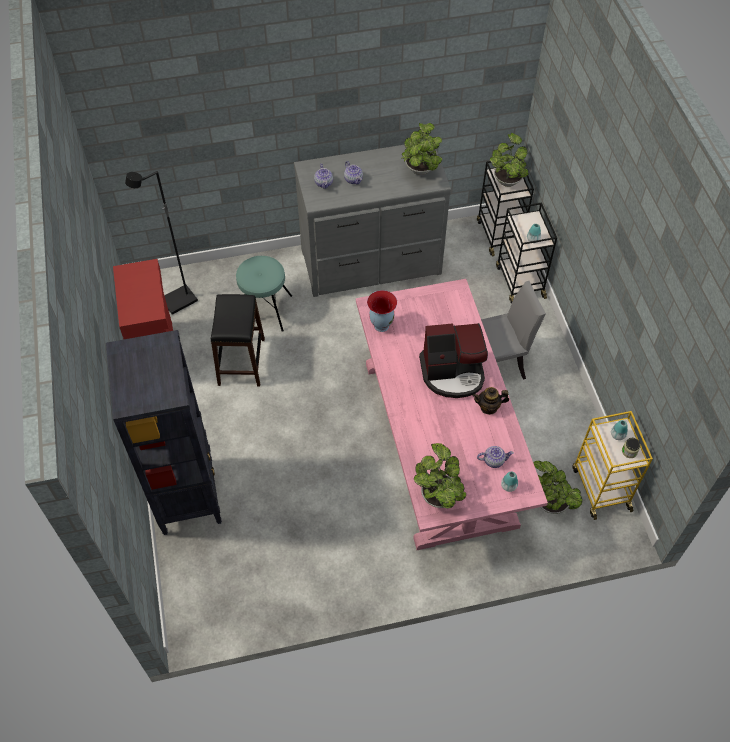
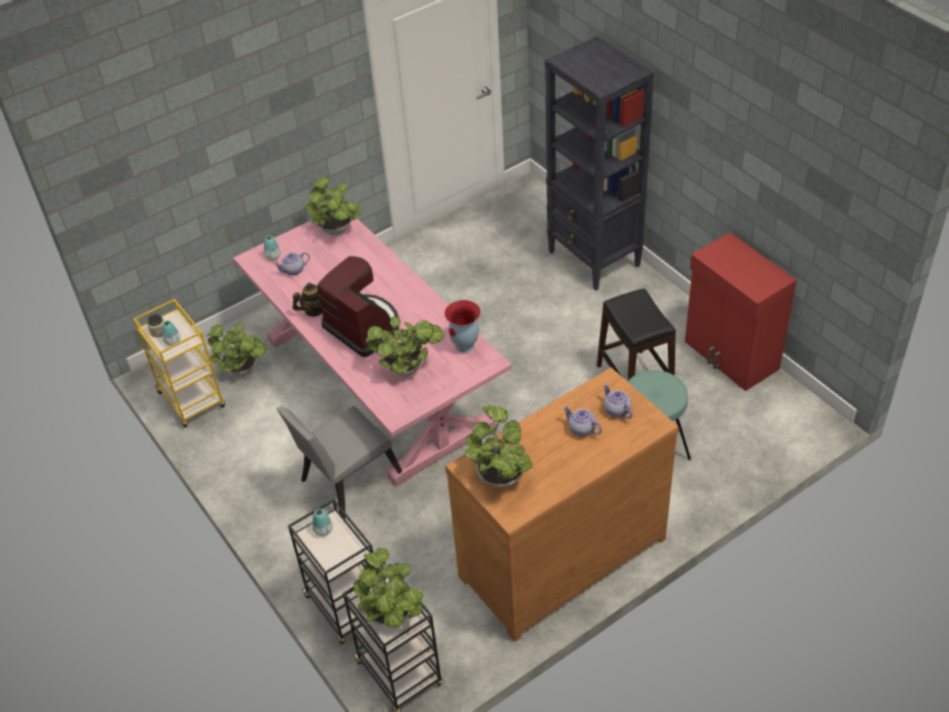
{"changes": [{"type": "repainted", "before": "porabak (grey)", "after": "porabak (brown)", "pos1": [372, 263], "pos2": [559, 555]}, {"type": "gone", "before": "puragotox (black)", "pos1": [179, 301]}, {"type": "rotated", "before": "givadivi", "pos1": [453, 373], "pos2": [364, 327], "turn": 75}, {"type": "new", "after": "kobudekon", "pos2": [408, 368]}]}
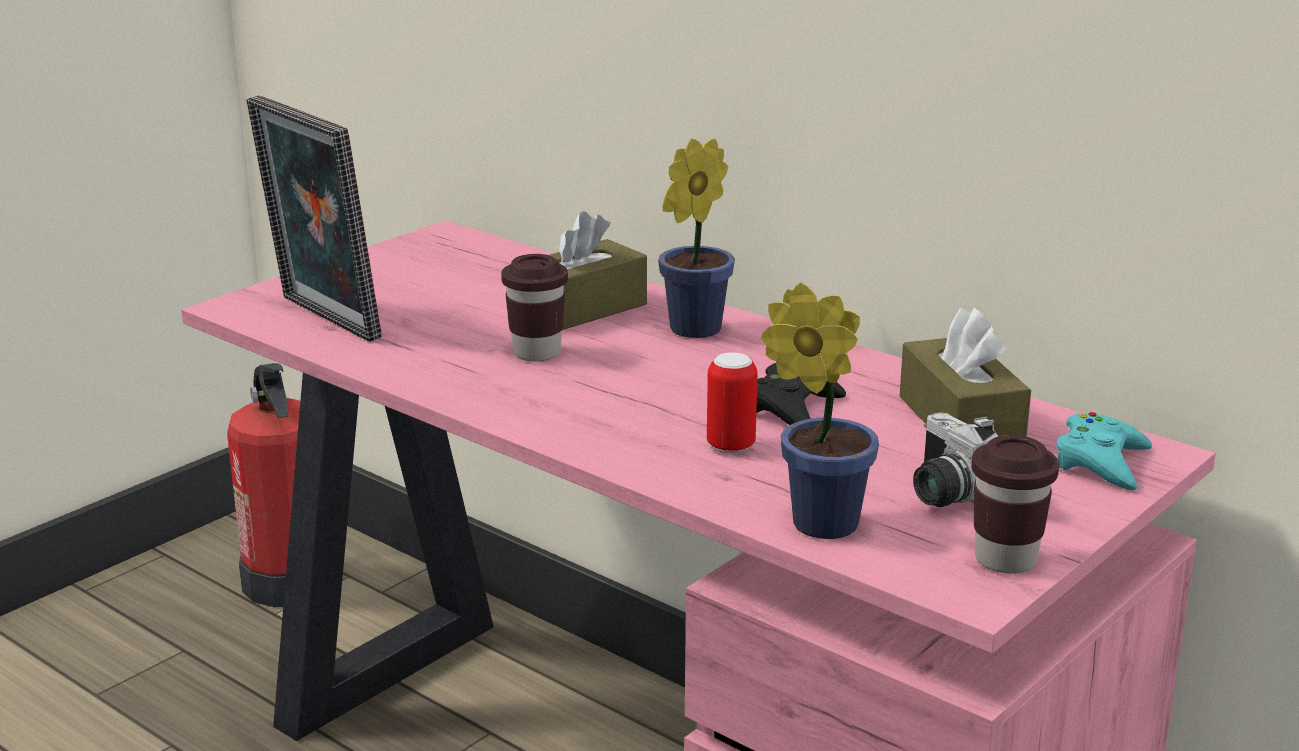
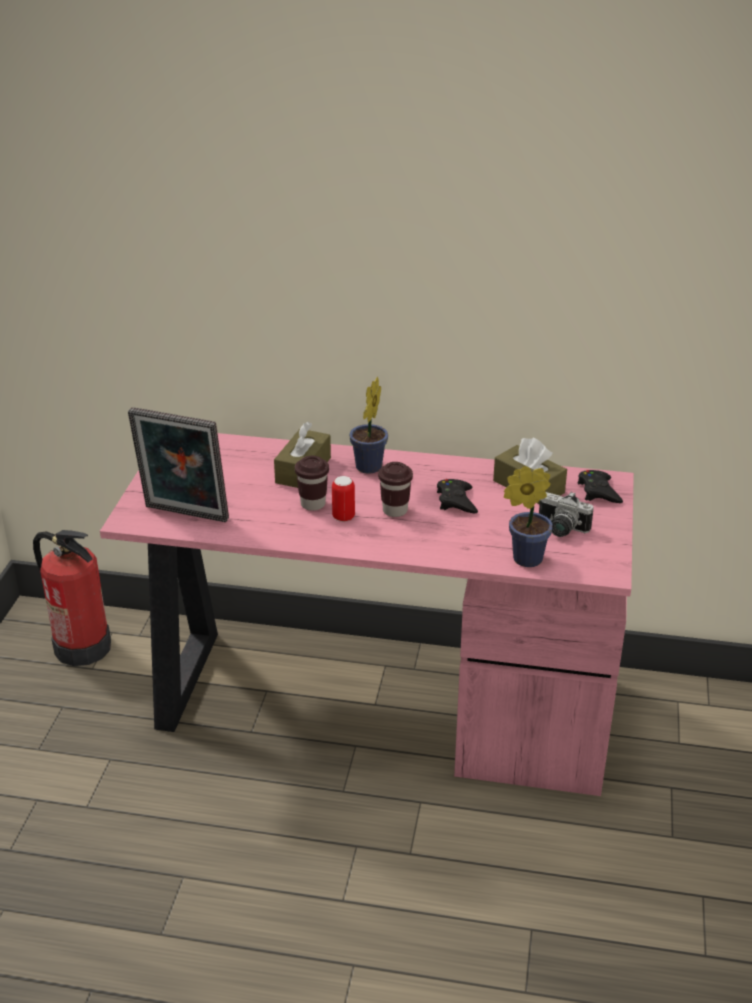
{"changes": [{"type": "shifted", "before": "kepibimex", "pos1": [730, 446], "pos2": [343, 517]}, {"type": "repainted", "before": "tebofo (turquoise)", "after": "tebofo (black)", "pos1": [1101, 462], "pos2": [598, 491]}, {"type": "shifted", "before": "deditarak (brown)", "pos1": [1005, 559], "pos2": [395, 510]}]}
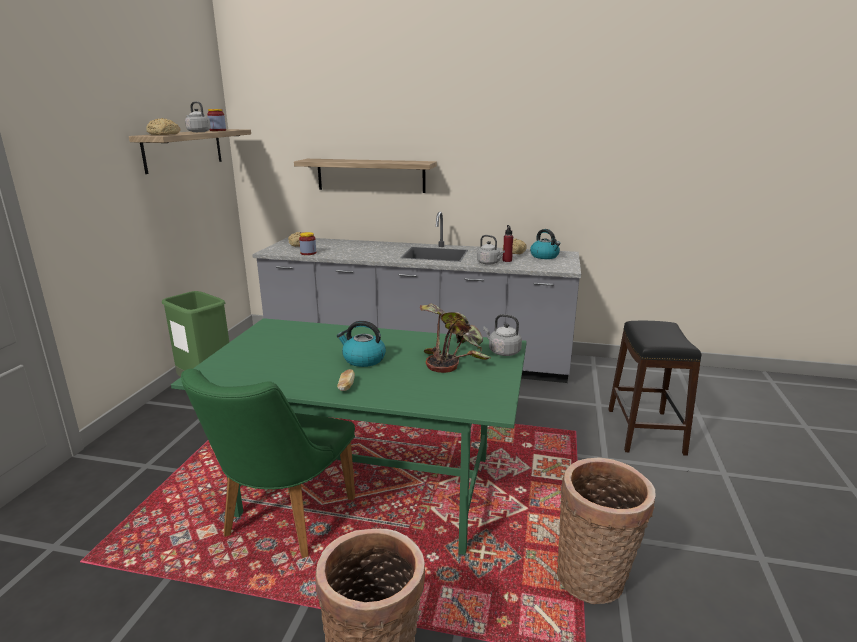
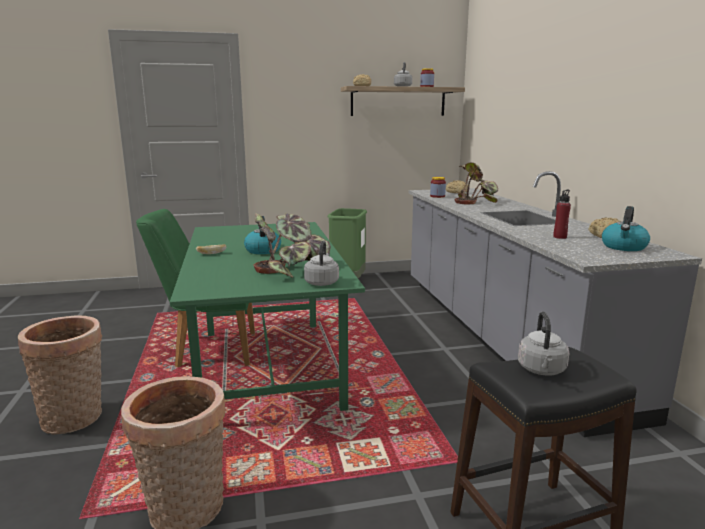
{"changes": [{"type": "gone", "before": "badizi", "pos1": [370, 175]}, {"type": "shifted", "before": "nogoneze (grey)", "pos1": [489, 263], "pos2": [542, 370]}, {"type": "new", "after": "kobudekon", "pos2": [476, 201]}]}
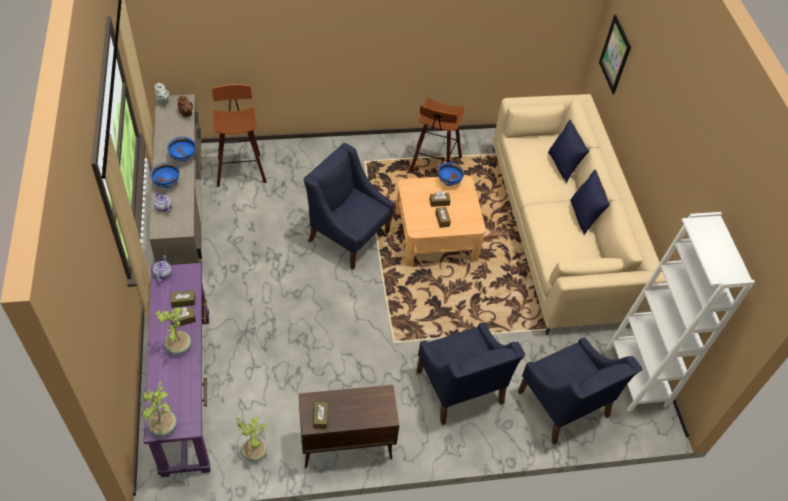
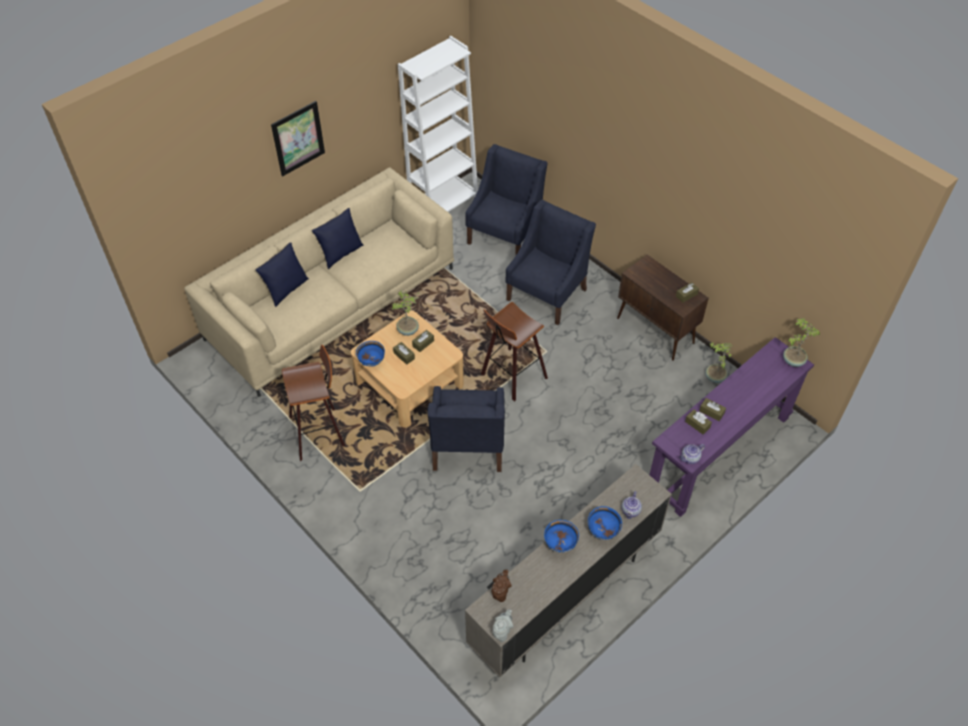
{"changes": [{"type": "shifted", "before": "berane", "pos1": [615, 54], "pos2": [298, 138]}, {"type": "shifted", "before": "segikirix", "pos1": [240, 169], "pos2": [511, 376]}, {"type": "shifted", "before": "kobudekon", "pos1": [178, 347], "pos2": [408, 330]}]}
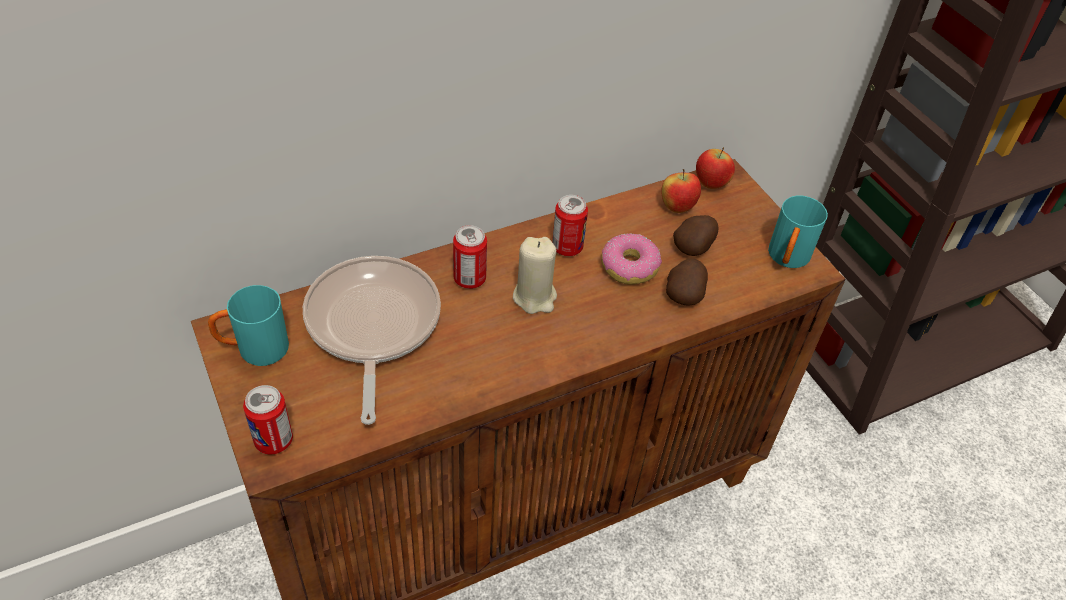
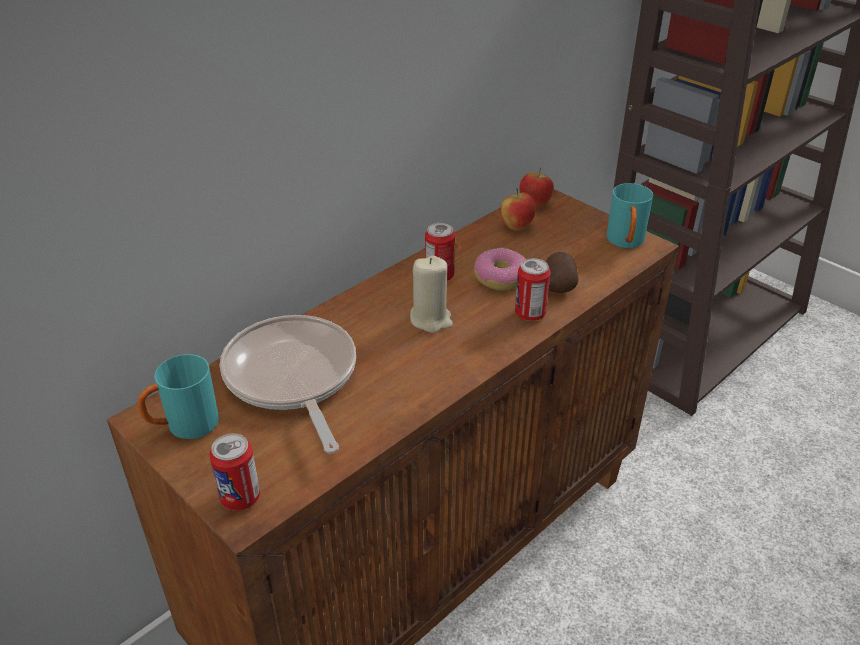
{"changes": [{"type": "gone", "before": "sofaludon", "pos1": [694, 247]}, {"type": "shifted", "before": "kepibimex", "pos1": [469, 279], "pos2": [530, 314]}]}
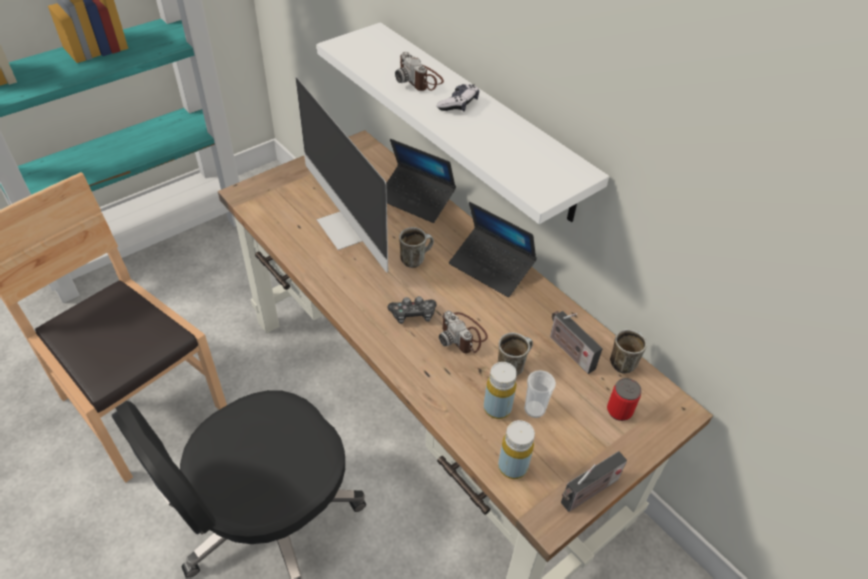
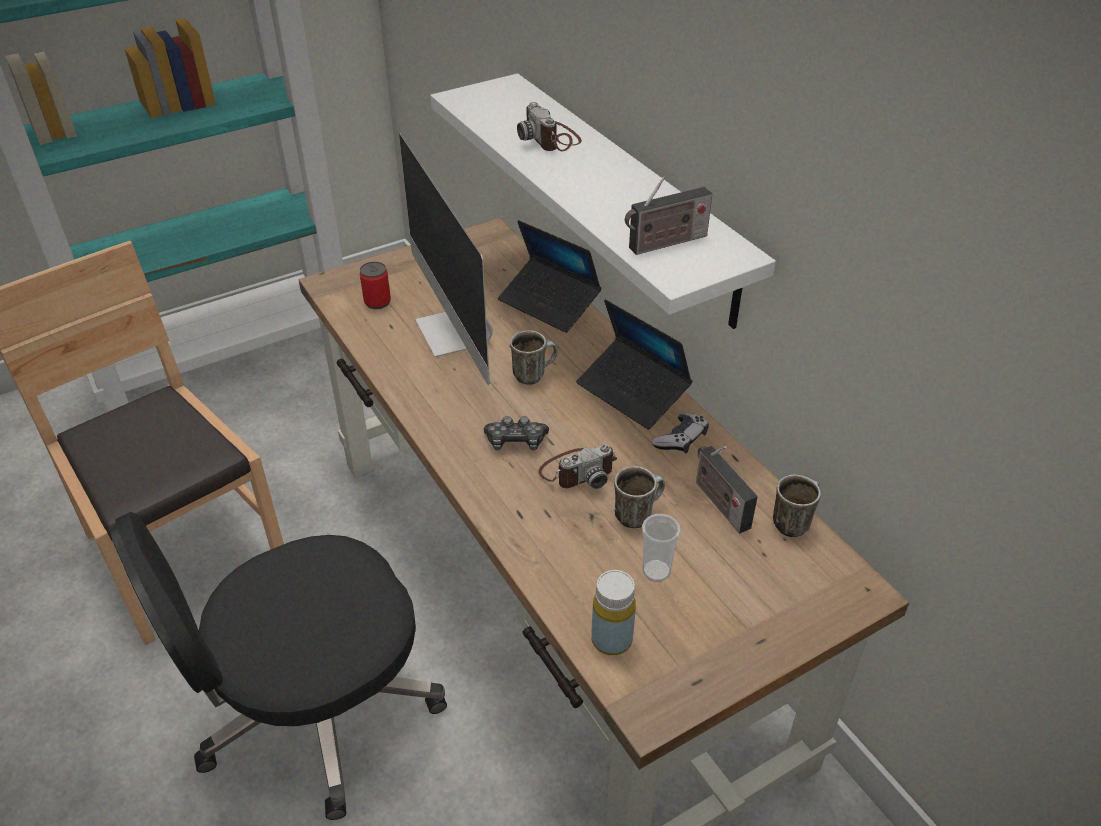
{"changes": [{"type": "shifted", "before": "tebofo", "pos1": [458, 104], "pos2": [681, 439]}, {"type": "rotated", "before": "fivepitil", "pos1": [463, 335], "pos2": [577, 471], "turn": -90}, {"type": "gone", "before": "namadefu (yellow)", "pos1": [497, 408]}, {"type": "shifted", "before": "kepibimex", "pos1": [619, 411], "pos2": [377, 302]}, {"type": "shifted", "before": "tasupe", "pos1": [587, 493], "pos2": [665, 243]}]}
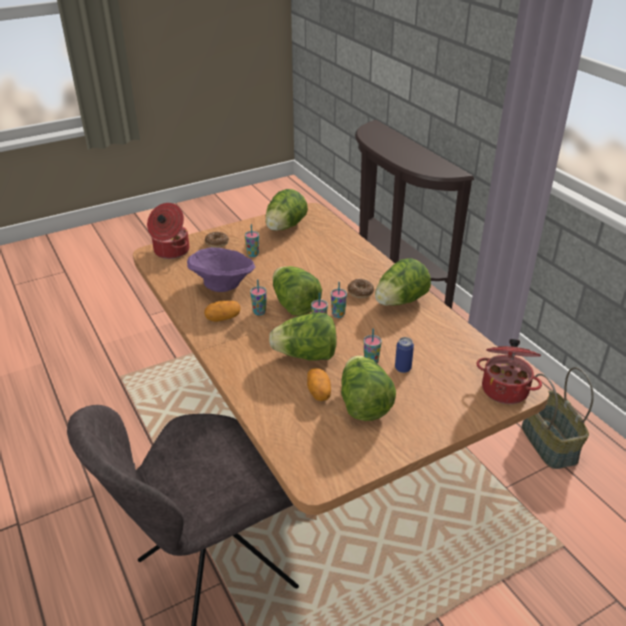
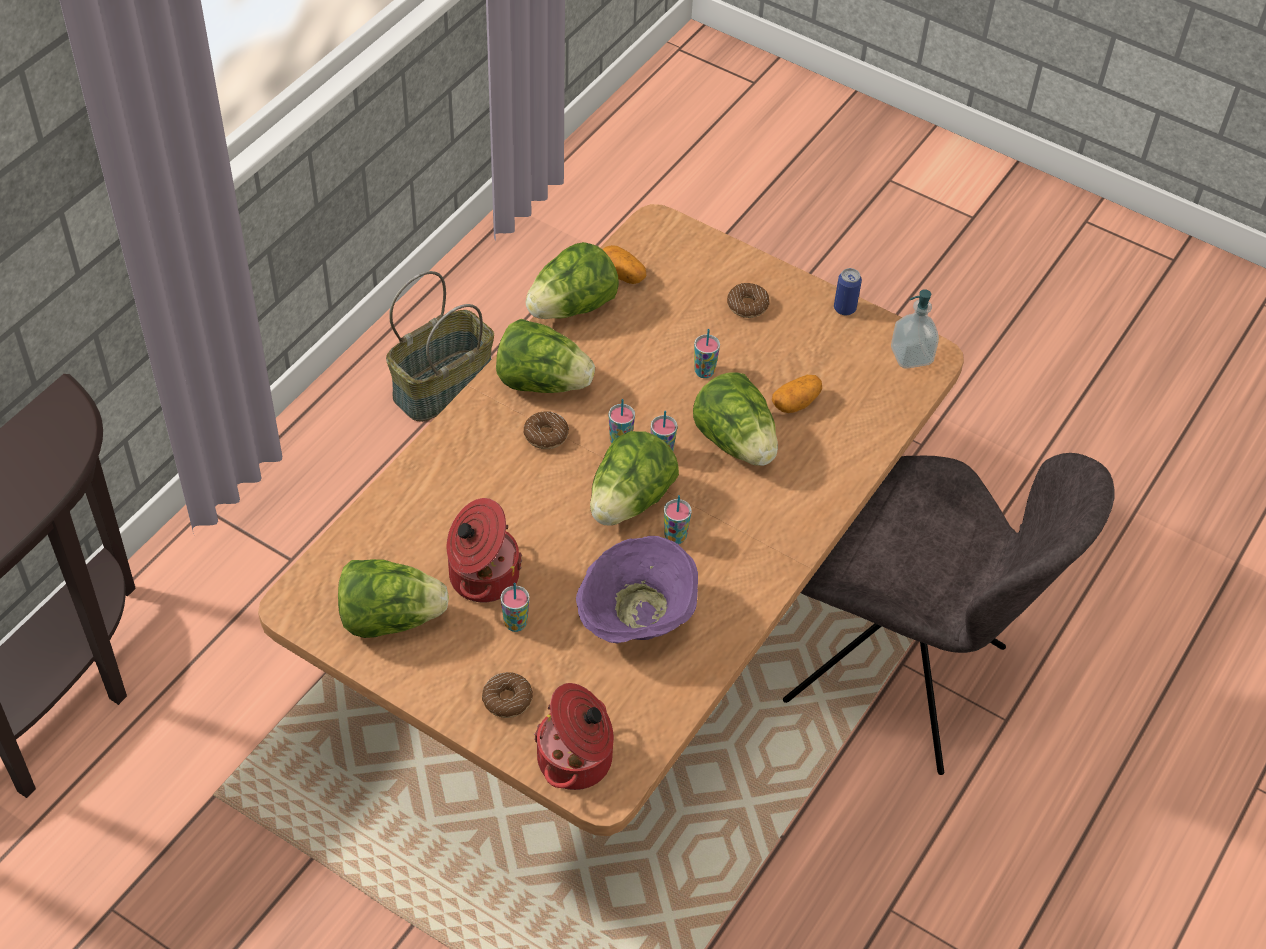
{"changes": [{"type": "shifted", "before": "sofaludon", "pos1": [223, 318], "pos2": [622, 274]}, {"type": "shifted", "before": "kepibimex", "pos1": [403, 368], "pos2": [844, 308]}, {"type": "shifted", "before": "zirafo", "pos1": [505, 389], "pos2": [481, 576]}, {"type": "shifted", "before": "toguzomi", "pos1": [363, 404], "pos2": [572, 308]}, {"type": "new", "after": "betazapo", "pos2": [747, 305]}, {"type": "new", "after": "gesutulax", "pos2": [911, 356]}]}
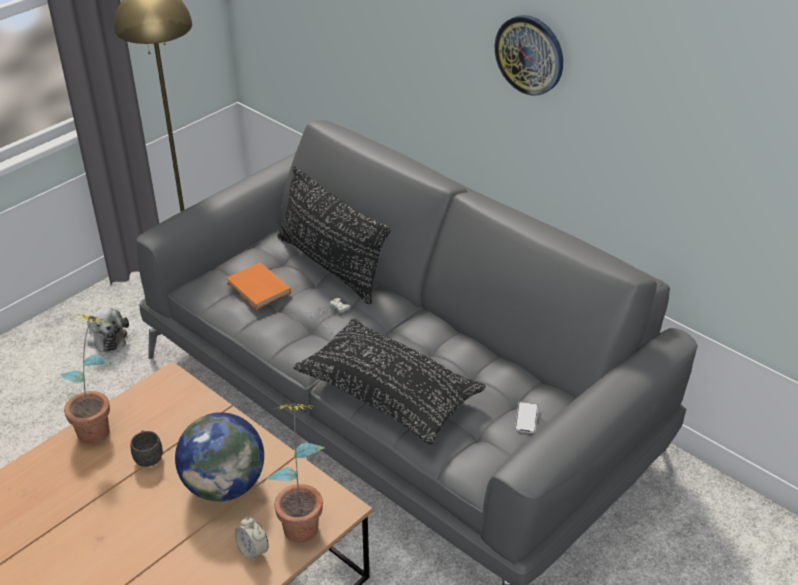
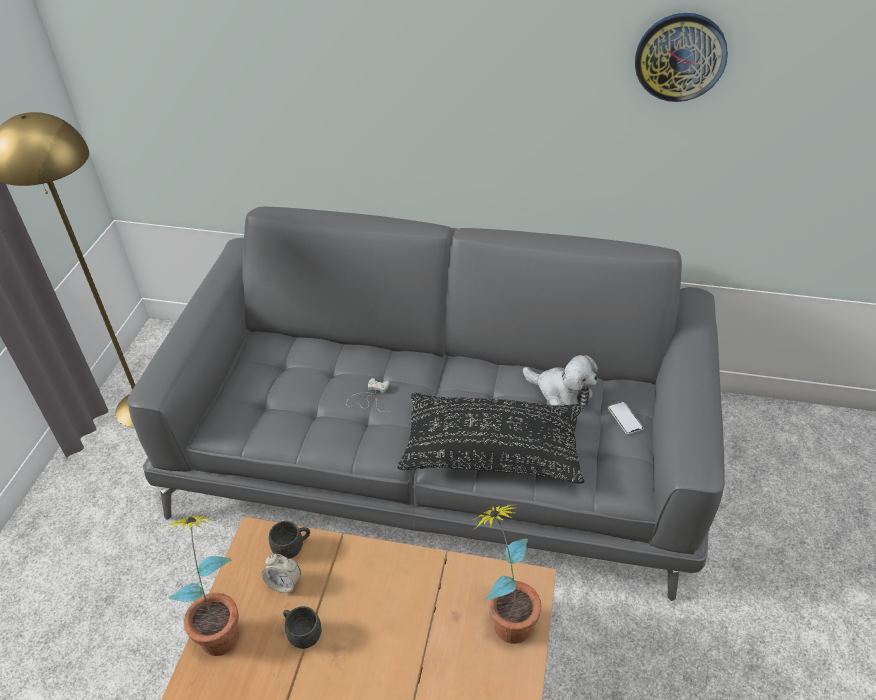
{"changes": [{"type": "shifted", "before": "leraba", "pos1": [530, 54], "pos2": [680, 57]}, {"type": "gone", "before": "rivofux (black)", "pos1": [331, 265]}, {"type": "gone", "before": "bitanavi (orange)", "pos1": [258, 289]}, {"type": "shifted", "before": "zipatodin", "pos1": [107, 336], "pos2": [561, 392]}, {"type": "gone", "before": "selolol", "pos1": [224, 485]}, {"type": "shifted", "before": "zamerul", "pos1": [253, 551], "pos2": [284, 583]}, {"type": "new", "after": "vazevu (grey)", "pos2": [292, 547]}]}
